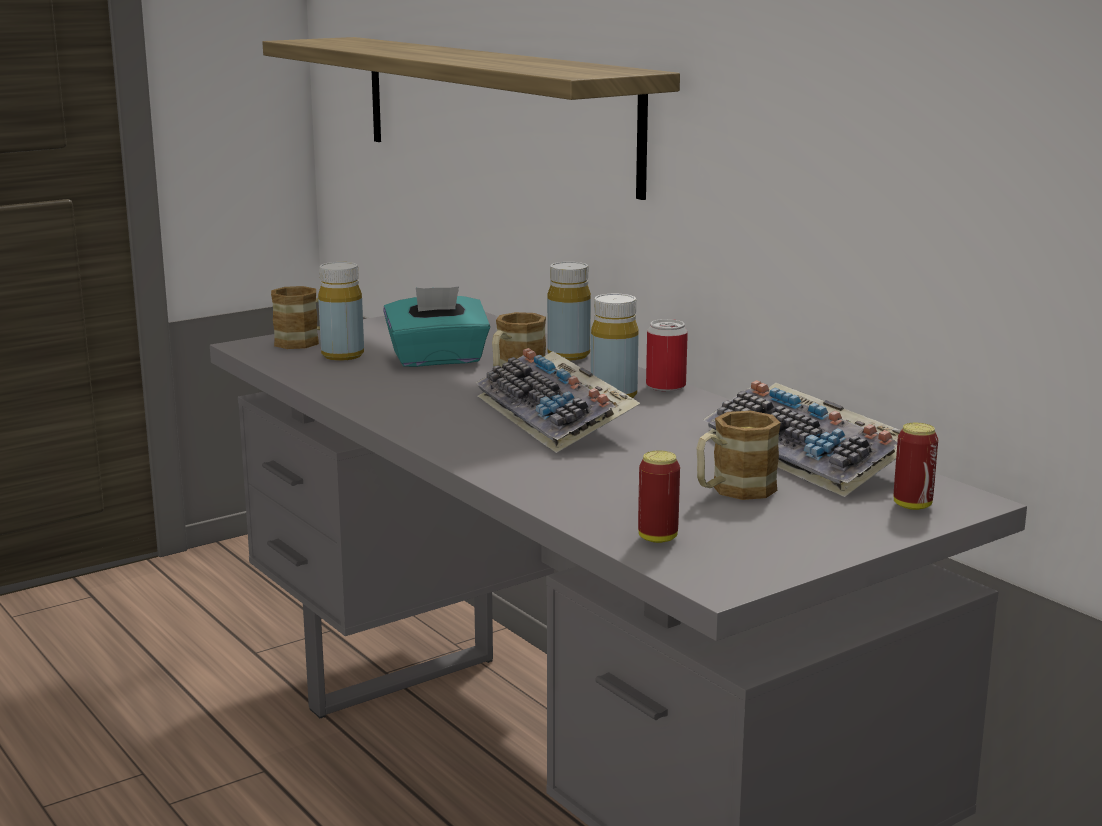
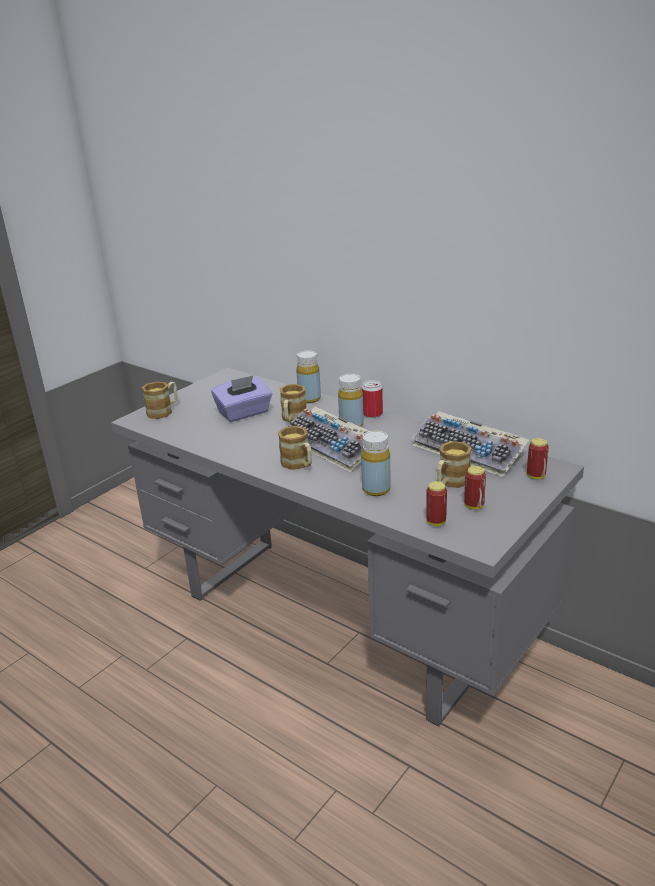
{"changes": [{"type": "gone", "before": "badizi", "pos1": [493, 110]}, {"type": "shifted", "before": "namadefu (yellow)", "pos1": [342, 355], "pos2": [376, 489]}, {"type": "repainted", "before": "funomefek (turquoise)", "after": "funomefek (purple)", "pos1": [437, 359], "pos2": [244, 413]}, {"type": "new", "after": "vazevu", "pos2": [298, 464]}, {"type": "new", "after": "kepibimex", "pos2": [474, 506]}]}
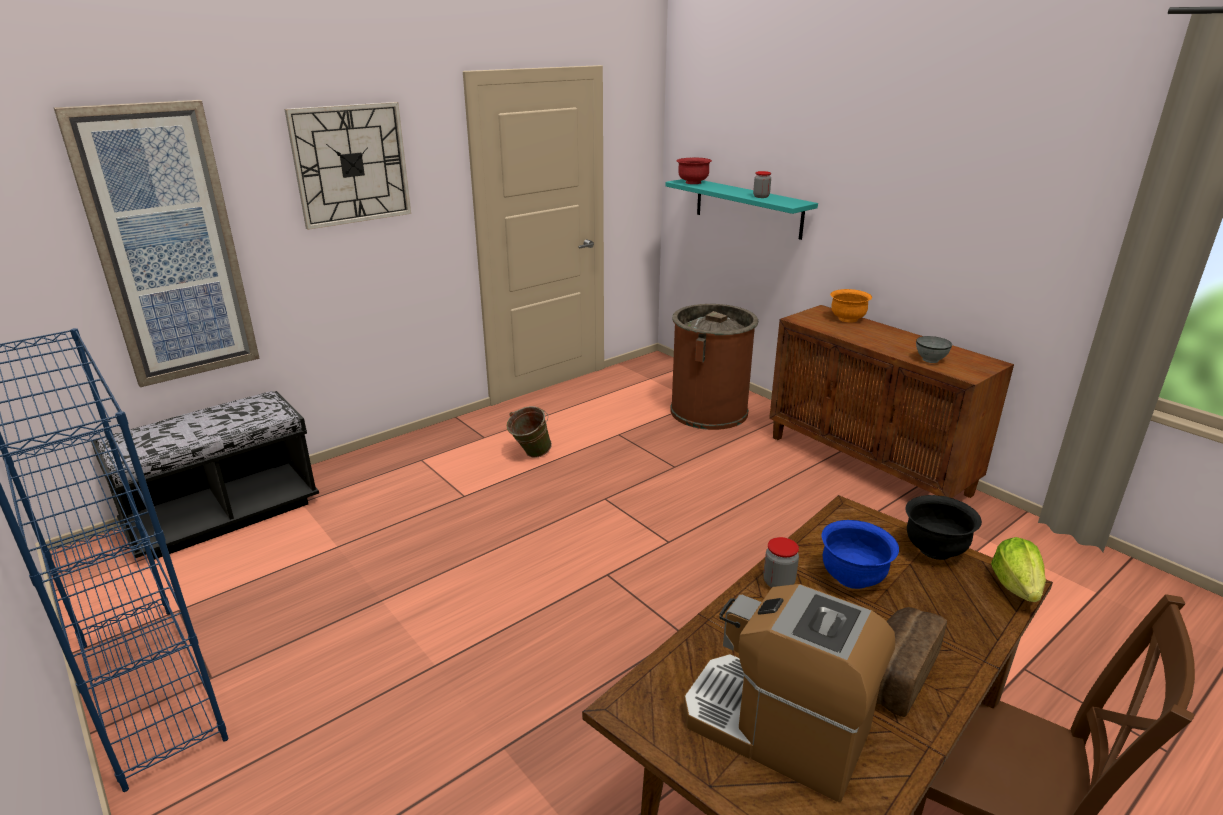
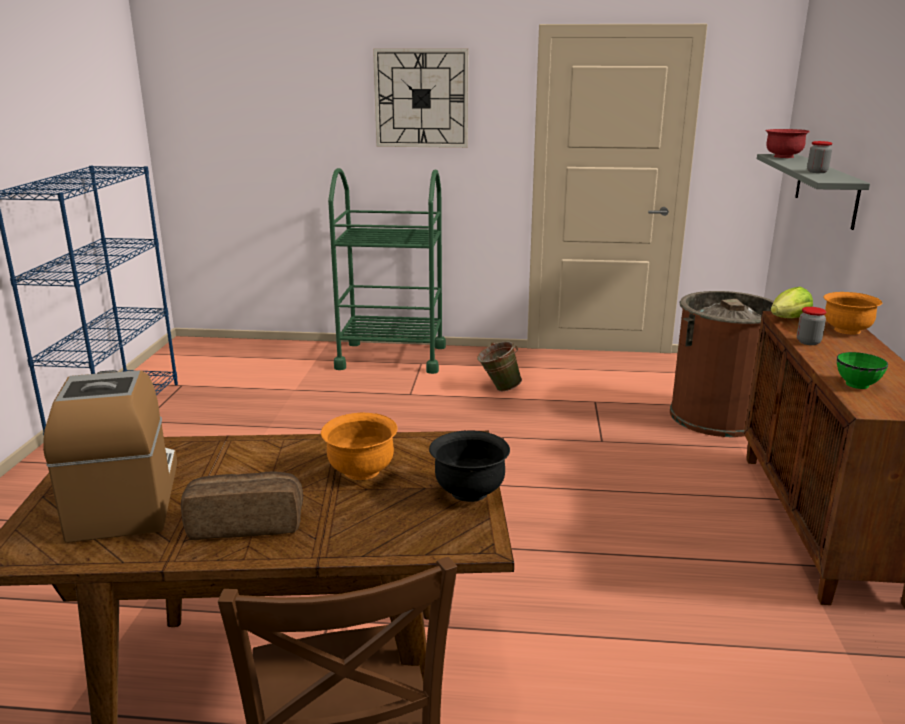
{"changes": [{"type": "gone", "before": "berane", "pos1": [167, 247]}, {"type": "repainted", "before": "badizi (turquoise)", "after": "badizi (grey)", "pos1": [748, 207], "pos2": [826, 189]}, {"type": "repainted", "before": "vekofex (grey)", "after": "vekofex (green)", "pos1": [930, 359], "pos2": [857, 384]}, {"type": "gone", "before": "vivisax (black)", "pos1": [223, 515]}, {"type": "repainted", "before": "vekofex (blue)", "after": "vekofex (orange)", "pos1": [852, 578], "pos2": [361, 471]}, {"type": "shifted", "before": "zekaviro", "pos1": [778, 583], "pos2": [808, 342]}, {"type": "shifted", "before": "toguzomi", "pos1": [1016, 587], "pos2": [789, 319]}, {"type": "new", "after": "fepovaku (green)", "pos2": [391, 357]}]}
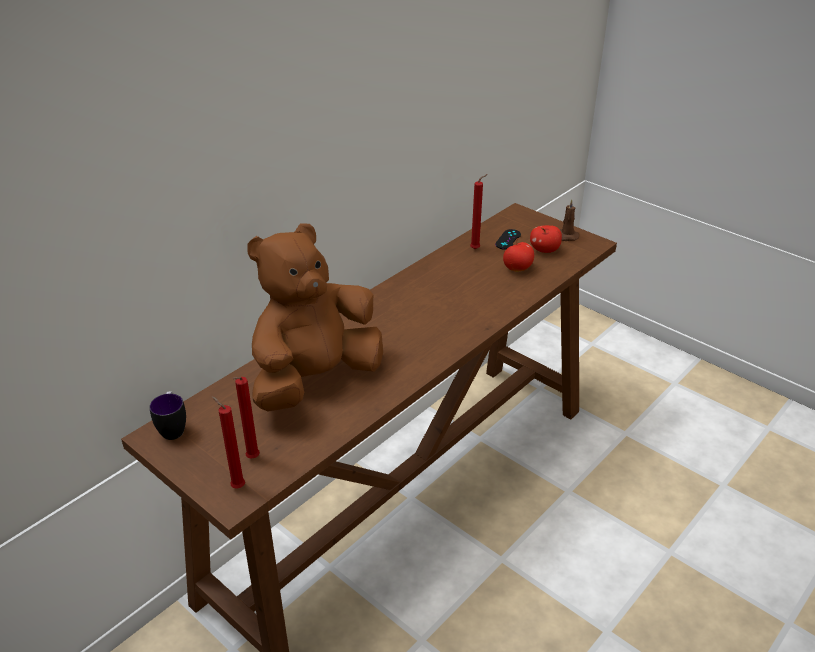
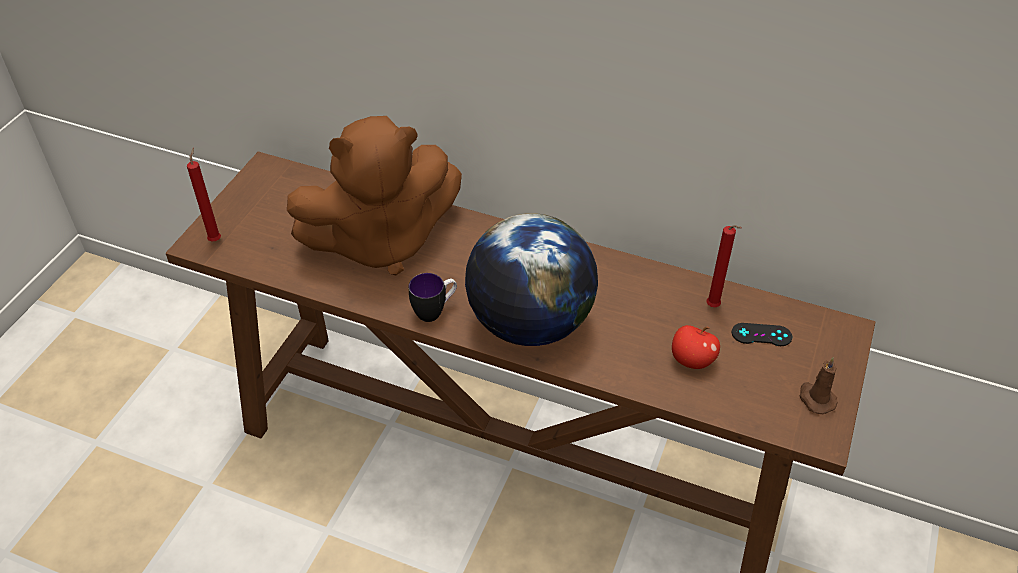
{"changes": [{"type": "rotated", "before": "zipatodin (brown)", "pos1": [315, 379], "pos2": [381, 241], "turn": 135}, {"type": "gone", "before": "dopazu", "pos1": [544, 250]}, {"type": "gone", "before": "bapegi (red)", "pos1": [251, 459]}, {"type": "shifted", "before": "vazevu", "pos1": [173, 428], "pos2": [435, 311]}, {"type": "new", "after": "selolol", "pos2": [529, 323]}]}
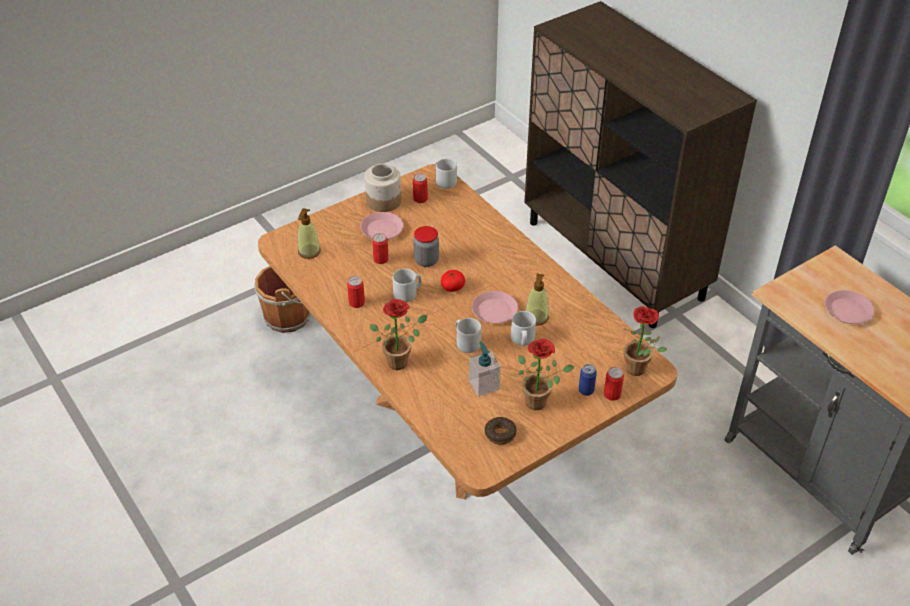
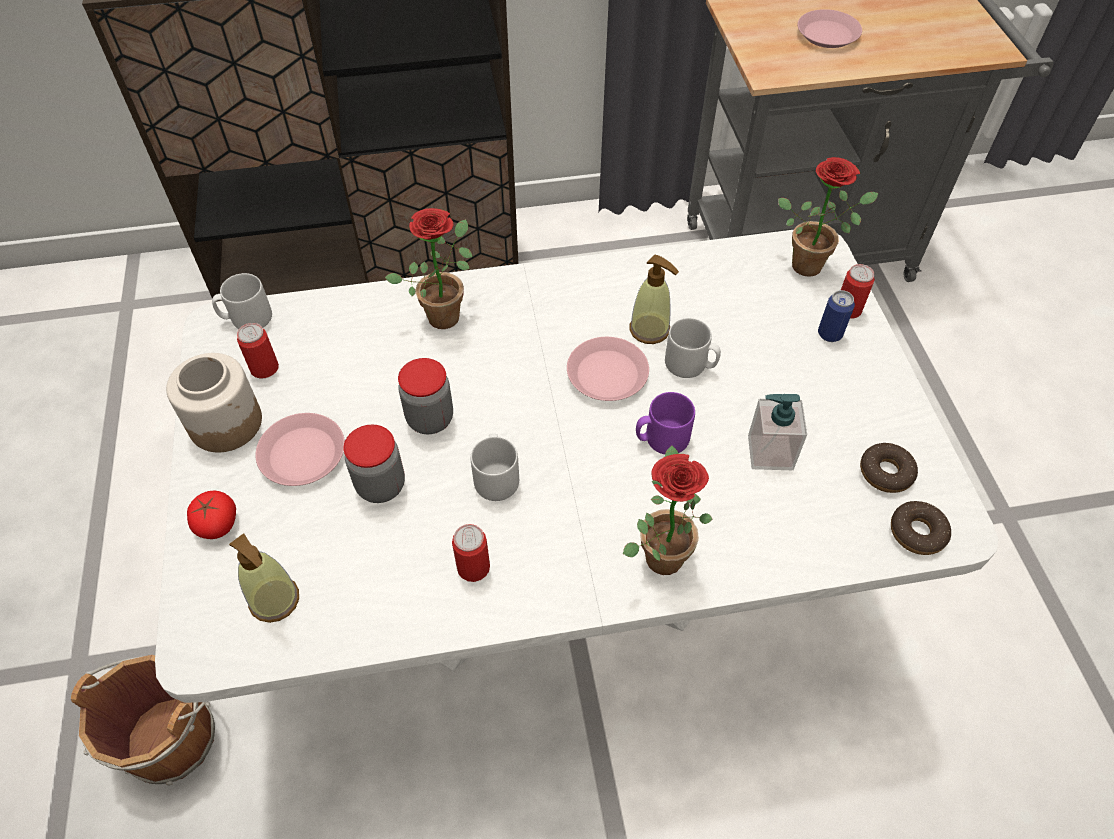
{"changes": [{"type": "repainted", "before": "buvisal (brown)", "after": "buvisal (white)", "pos1": [455, 427], "pos2": [556, 578]}, {"type": "swapped", "before": "kepibimex", "after": "zekaviro", "pos1": [381, 259], "pos2": [381, 485]}, {"type": "shifted", "before": "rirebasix", "pos1": [452, 287], "pos2": [217, 524]}, {"type": "repainted", "before": "vazevu (grey)", "after": "vazevu (purple)", "pos1": [466, 342], "pos2": [661, 438]}, {"type": "shifted", "before": "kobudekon", "pos1": [540, 401], "pos2": [445, 312]}, {"type": "new", "after": "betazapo", "pos2": [917, 532]}]}
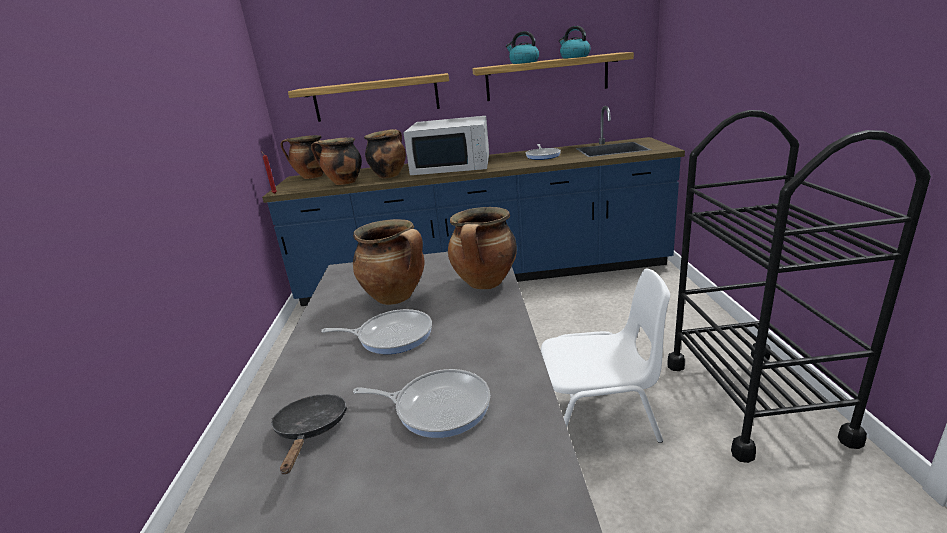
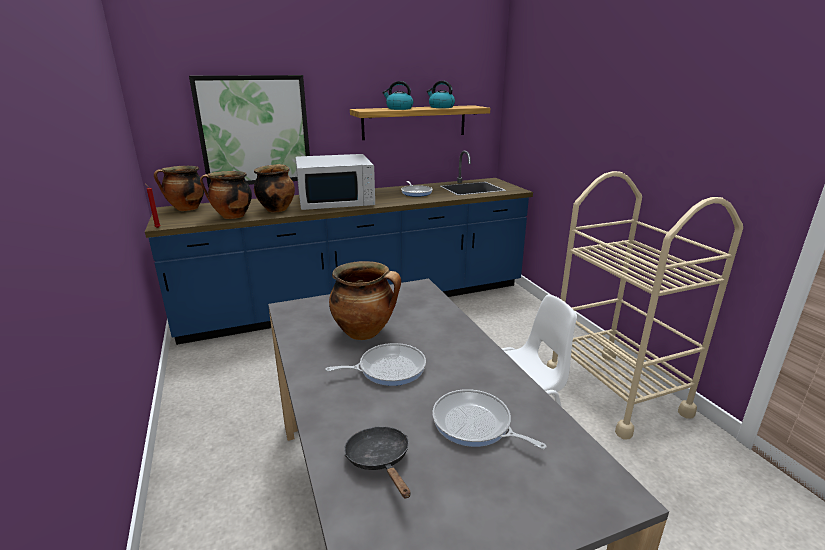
{"changes": [{"type": "swapped", "before": "badizi", "after": "berane", "pos1": [376, 98], "pos2": [254, 131]}, {"type": "repainted", "before": "fepovaku (black)", "after": "fepovaku (beige)", "pos1": [752, 400], "pos2": [615, 391]}, {"type": "gone", "before": "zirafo", "pos1": [485, 284]}, {"type": "rotated", "before": "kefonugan", "pos1": [438, 407], "pos2": [475, 425], "turn": -135}]}
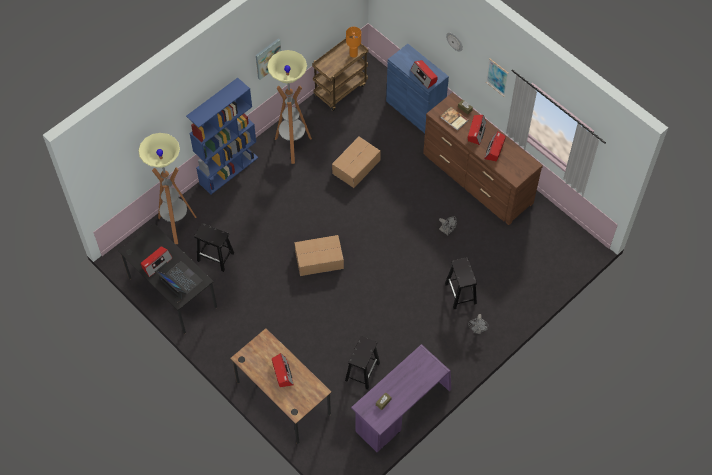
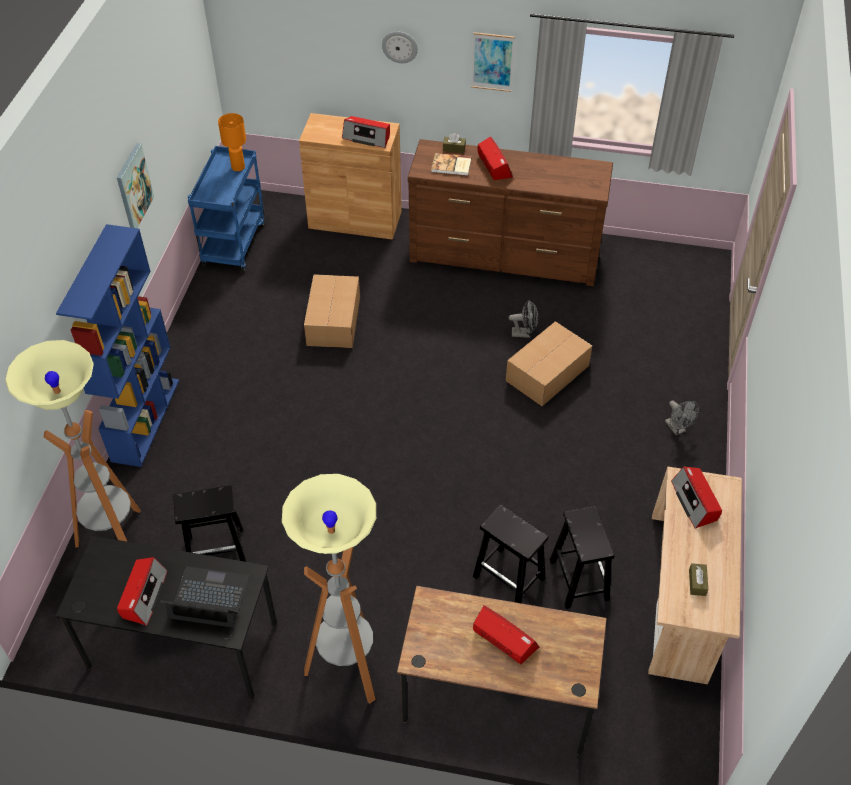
{"changes": [{"type": "repainted", "before": "fepovaku (brown)", "after": "fepovaku (blue)", "pos1": [340, 89], "pos2": [233, 243]}, {"type": "repainted", "before": "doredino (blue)", "after": "doredino (brown)", "pos1": [415, 109], "pos2": [355, 219]}, {"type": "shifted", "before": "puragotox", "pos1": [293, 146], "pos2": [347, 668]}, {"type": "shifted", "before": "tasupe", "pos1": [494, 149], "pos2": [695, 502]}, {"type": "shifted", "before": "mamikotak", "pos1": [318, 259], "pos2": [546, 373]}, {"type": "shifted", "before": "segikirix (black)", "pos1": [461, 294], "pos2": [510, 578]}, {"type": "repainted", "before": "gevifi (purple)", "after": "gevifi (beige)", "pos1": [401, 409], "pos2": [681, 598]}]}
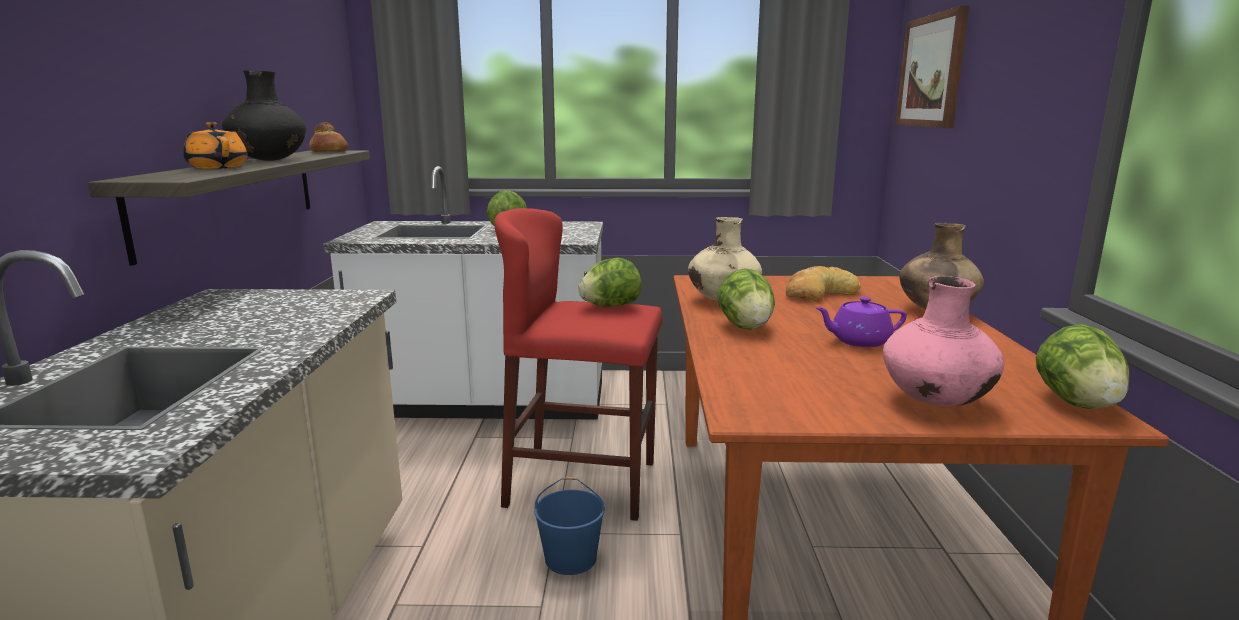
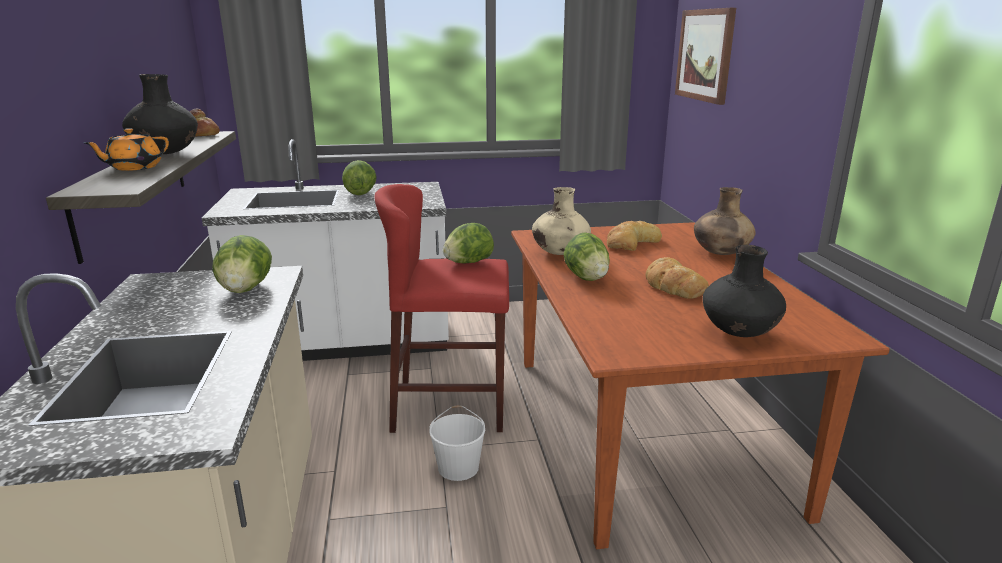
{"changes": [{"type": "rotated", "before": "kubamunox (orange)", "pos1": [218, 167], "pos2": [134, 168], "turn": -90}, {"type": "repainted", "before": "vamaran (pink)", "after": "vamaran (black)", "pos1": [935, 400], "pos2": [738, 332]}, {"type": "swapped", "before": "kubamunox (purple)", "after": "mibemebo", "pos1": [858, 341], "pos2": [673, 285]}, {"type": "shifted", "before": "toguzomi", "pos1": [1077, 403], "pos2": [245, 289]}, {"type": "repainted", "before": "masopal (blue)", "after": "masopal (white)", "pos1": [571, 558], "pos2": [459, 467]}]}
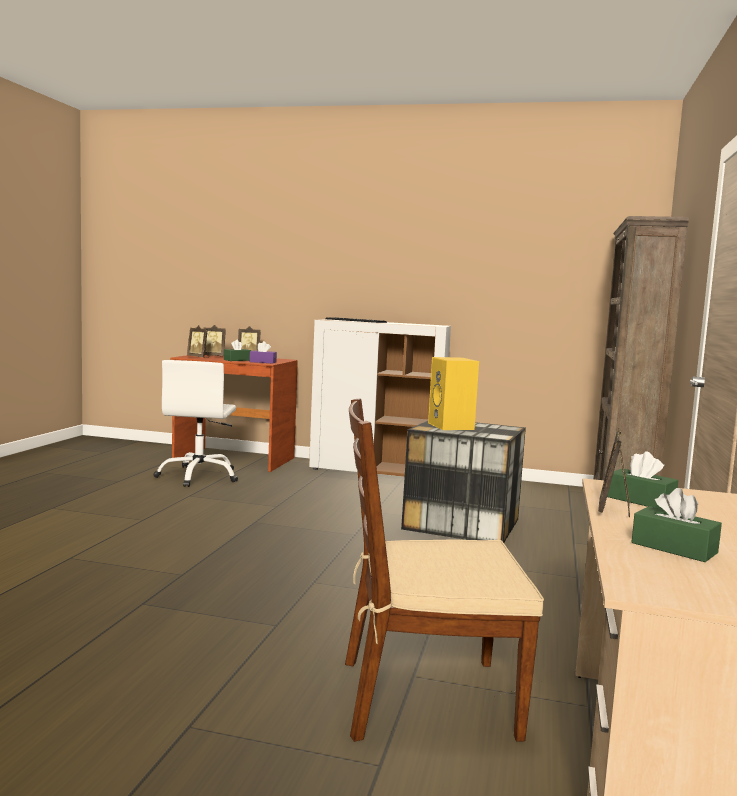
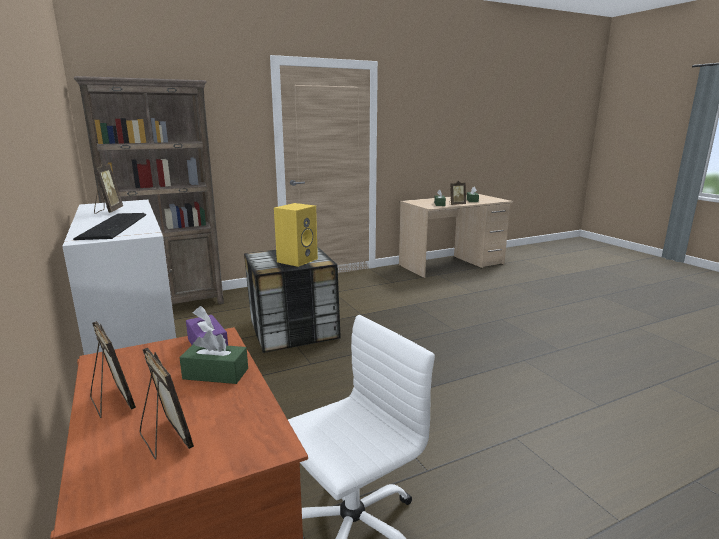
{"changes": [{"type": "shifted", "before": "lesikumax", "pos1": [198, 357], "pos2": [108, 211]}, {"type": "gone", "before": "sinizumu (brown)", "pos1": [425, 698]}]}
